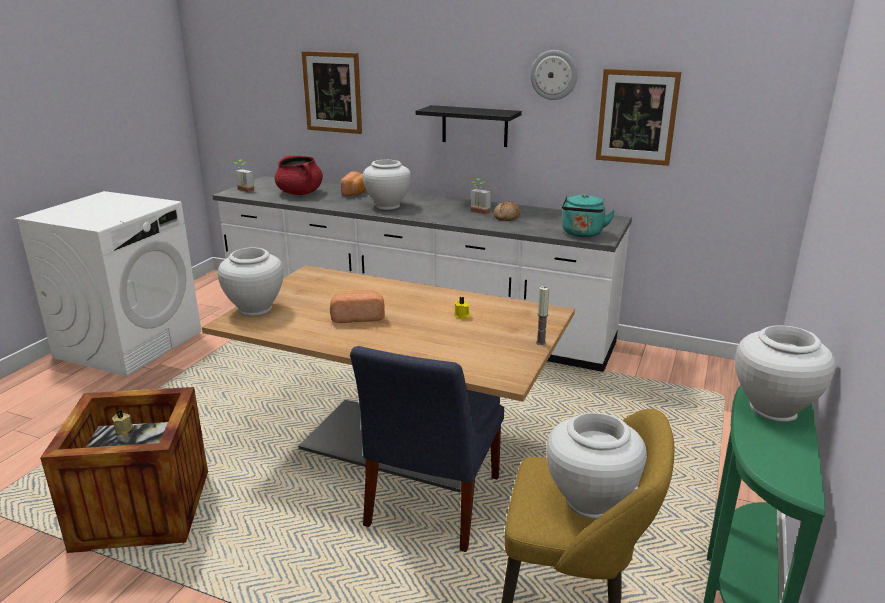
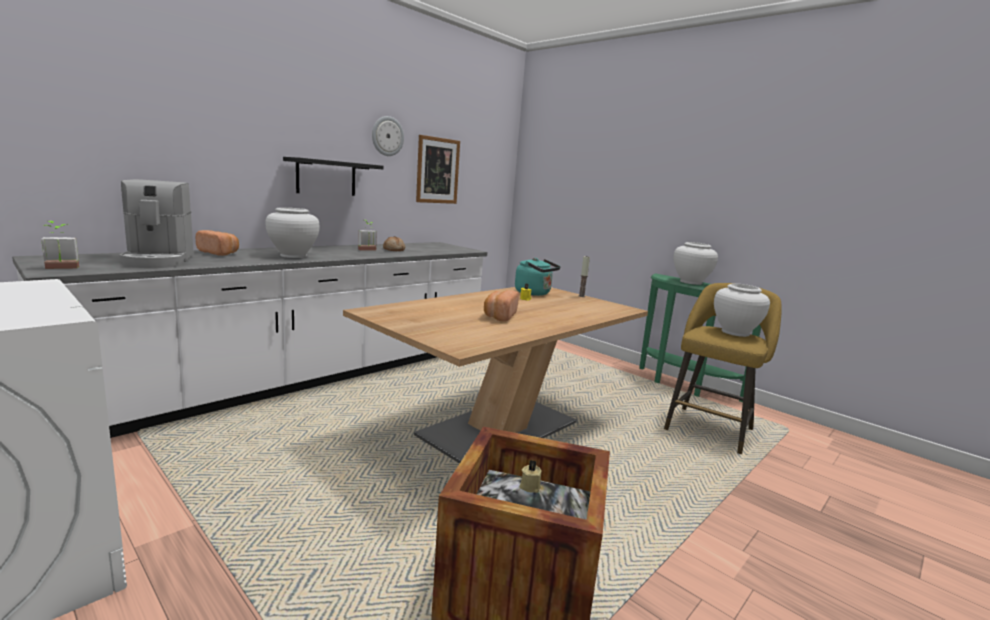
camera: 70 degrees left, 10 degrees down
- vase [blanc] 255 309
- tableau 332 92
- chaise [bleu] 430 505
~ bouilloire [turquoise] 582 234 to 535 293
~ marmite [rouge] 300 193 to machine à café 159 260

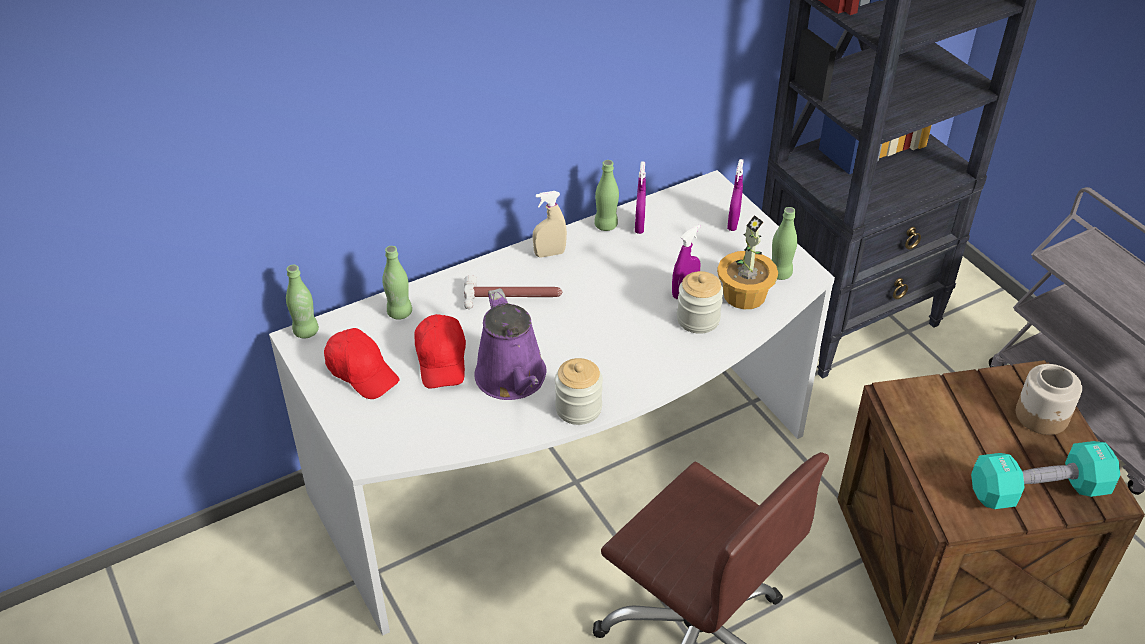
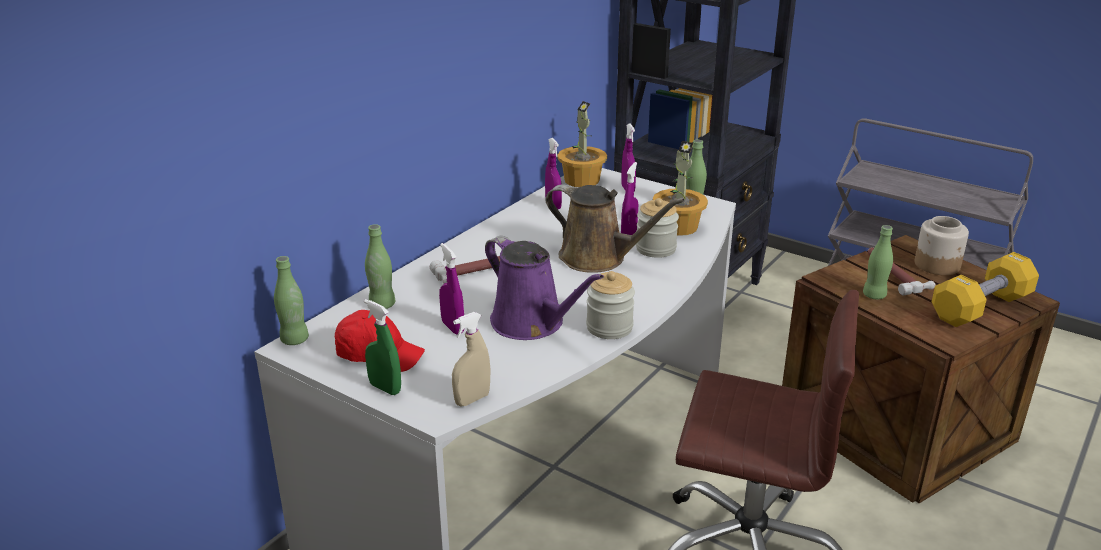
camera: 25 degrees left, 15 degrees down
+ vaporisateur [vert] 385 388
+ arrosoir [marron] 598 258
+ plante en pot 582 180
+ marteau 894 273
~ vaporisateur [beige] 549 253 to 472 399
~ bouteille [vert] 606 225 to 874 295
~ casquette [rouge] 442 360 to vaporisateur [violet] 452 327
~ haltère [turquoise] 1038 490 to haltère [jaune] 980 307

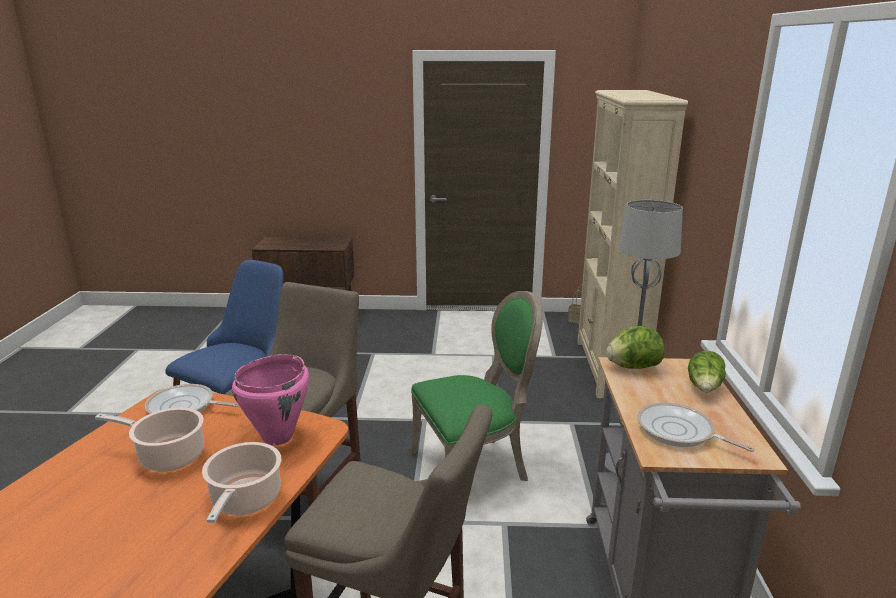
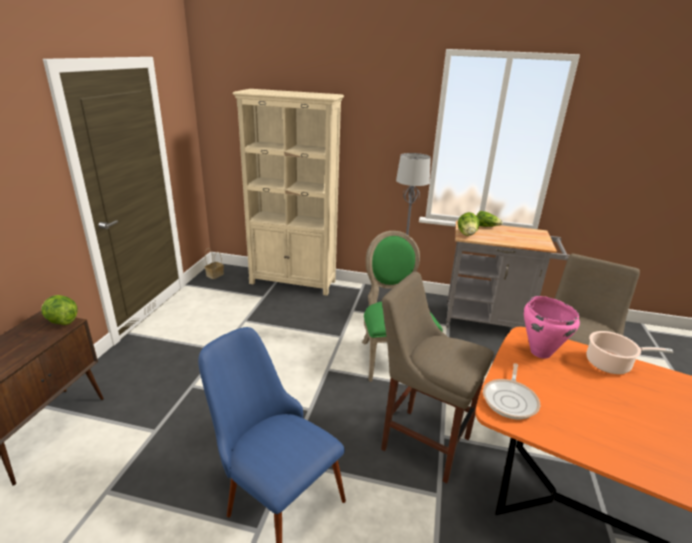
camera: 80 degrees left, 5 degrees up
- marmite 168 456
- poêle 679 432
+ laitue 61 321

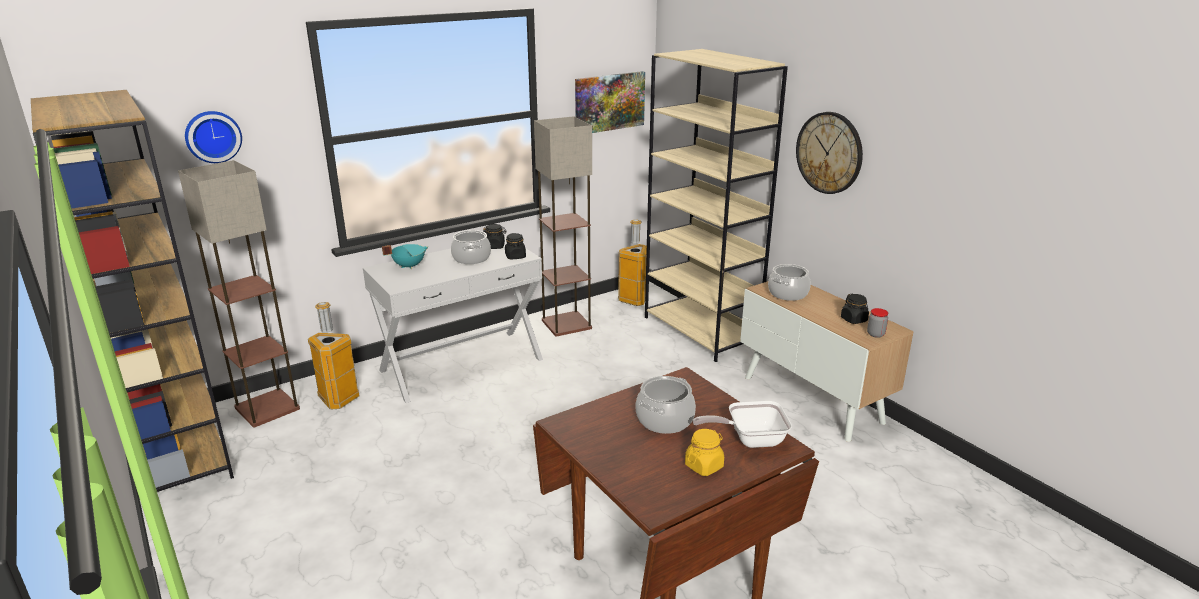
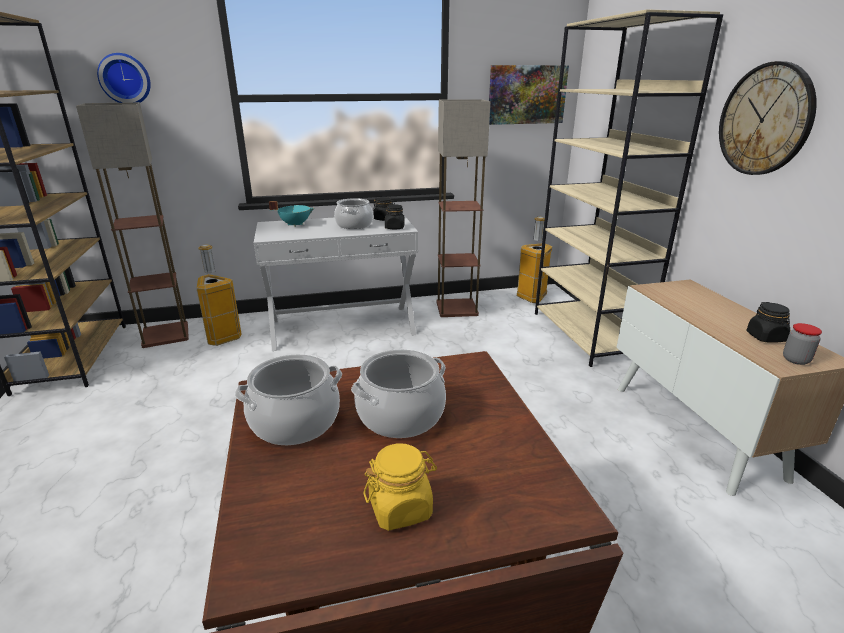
camera: 20 degrees right, 0 degrees up
- poêle 749 439
~ marmite 788 294 to 295 422

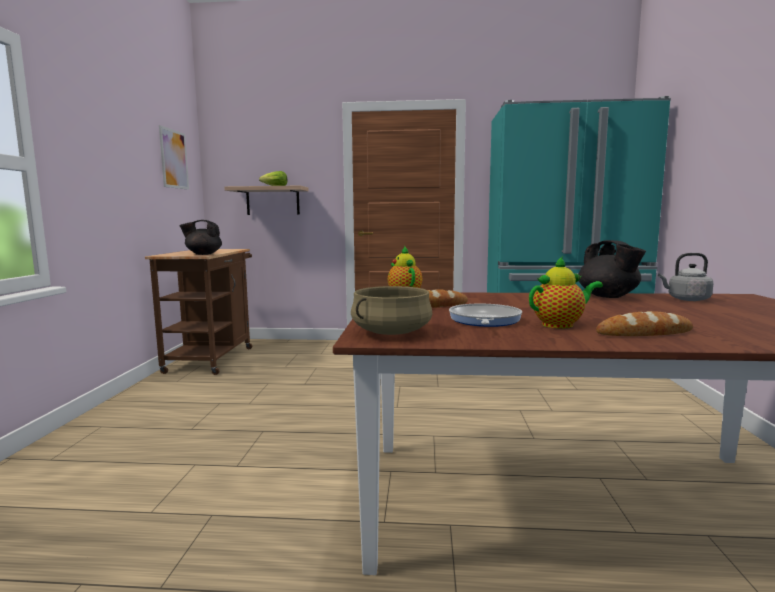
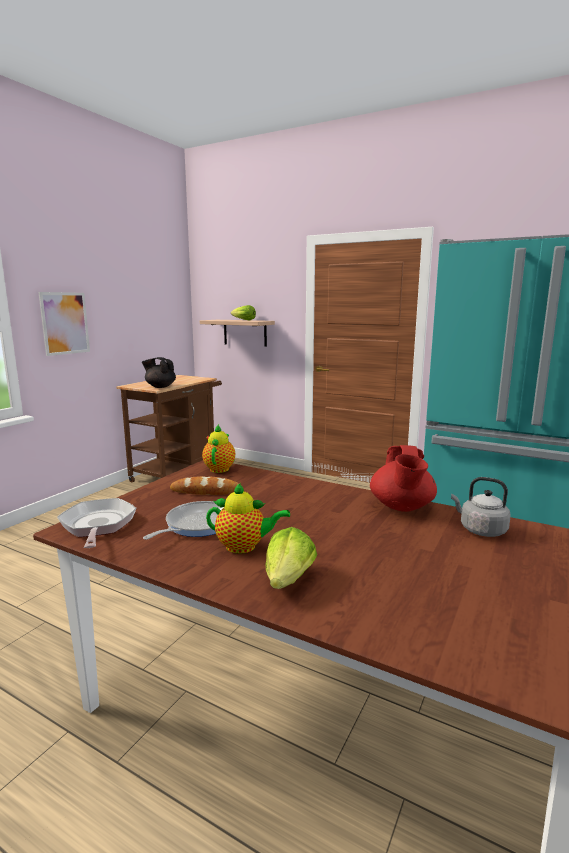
camera: 25 degrees right, 5 degrees up
~ tableau 174 159 to 65 323
~ marmite [beige] 392 333 to poêle 98 526
~ pain 644 333 to laitue 289 579
~ théière [noir] 608 296 to théière [rouge] 401 507

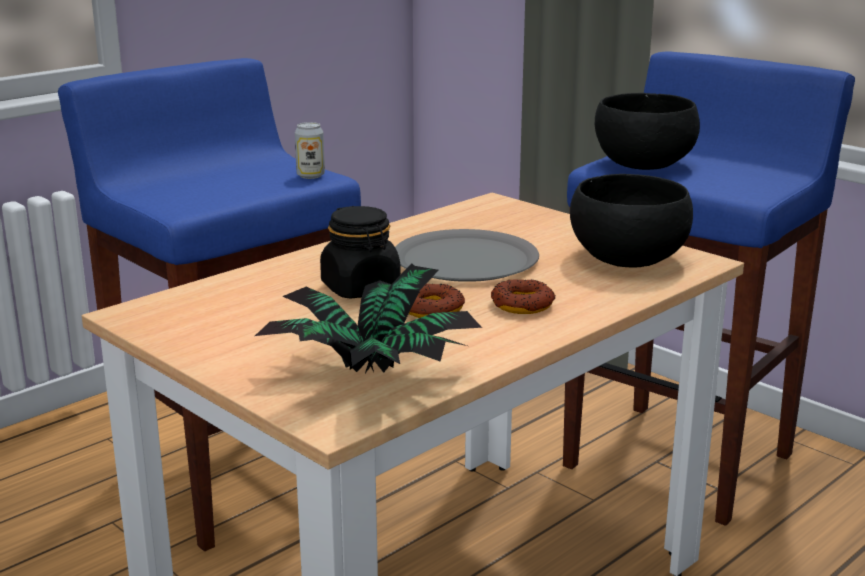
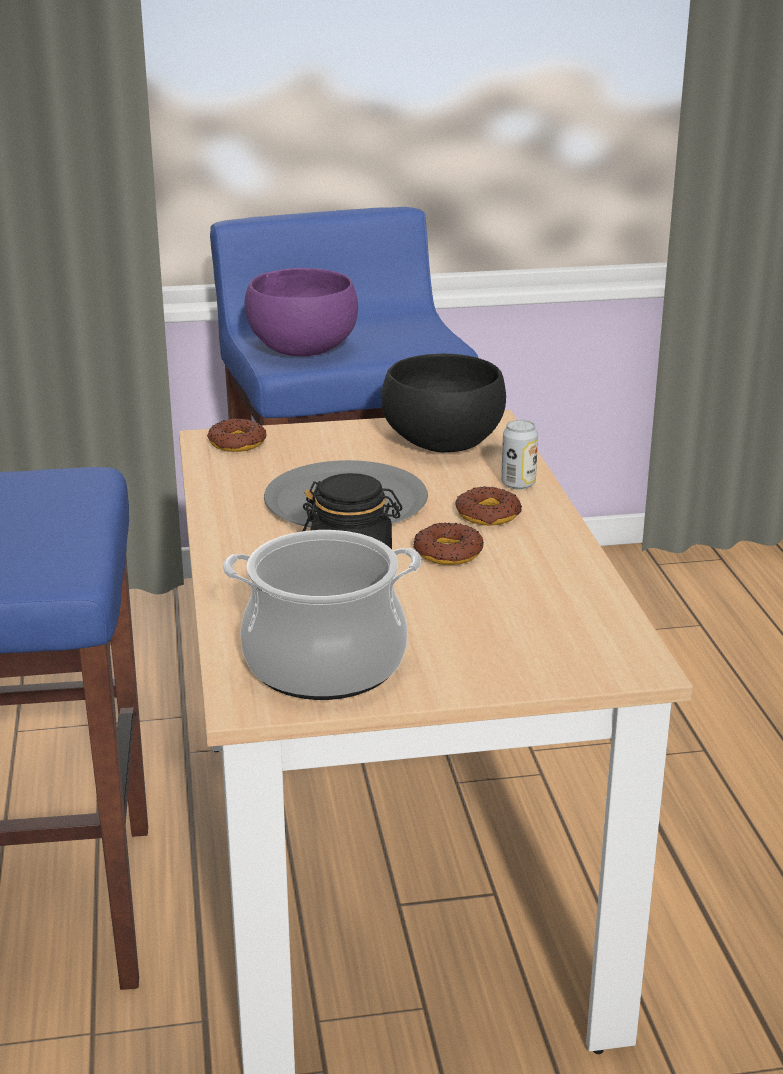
camera: 55 degrees left, 5 degrees up
- plante en pot 370 376
+ beignet 237 443
+ marmite 325 663
~ boîte métallique 310 176 to 518 484
~ bol [noir] 644 163 to bol [violet] 303 348

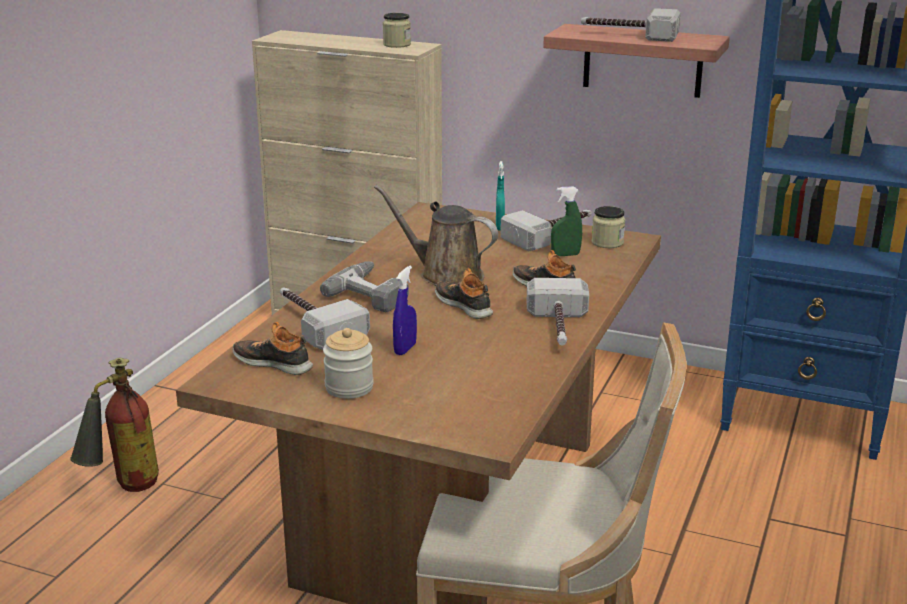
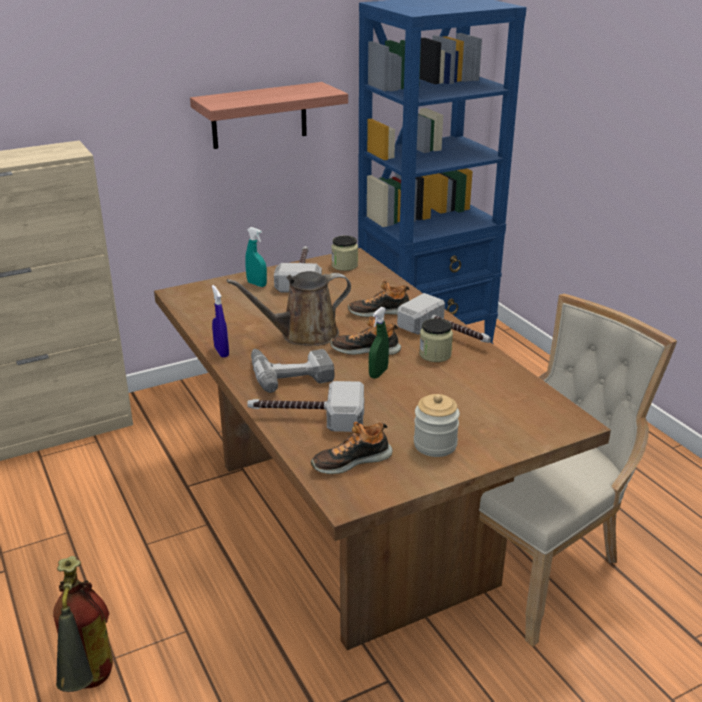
camera: 50 degrees left, 5 degrees up
- marteau 628 35
~ bocal 397 45 to 435 354
~ vaporisateur [bleu] 405 349 to 221 352
~ vaporisateur [vert] 565 255 to 378 373

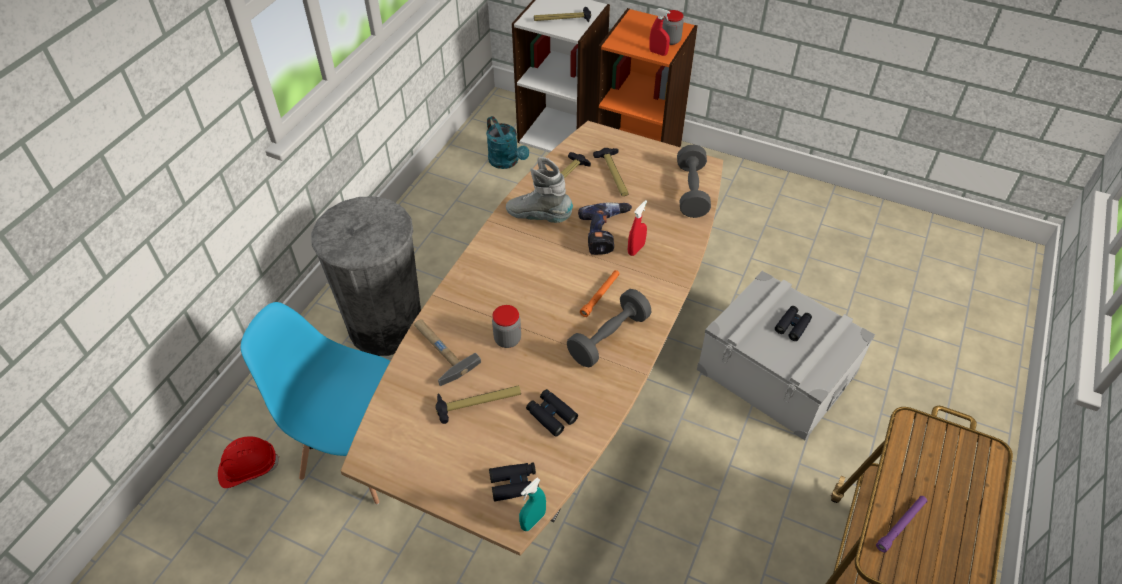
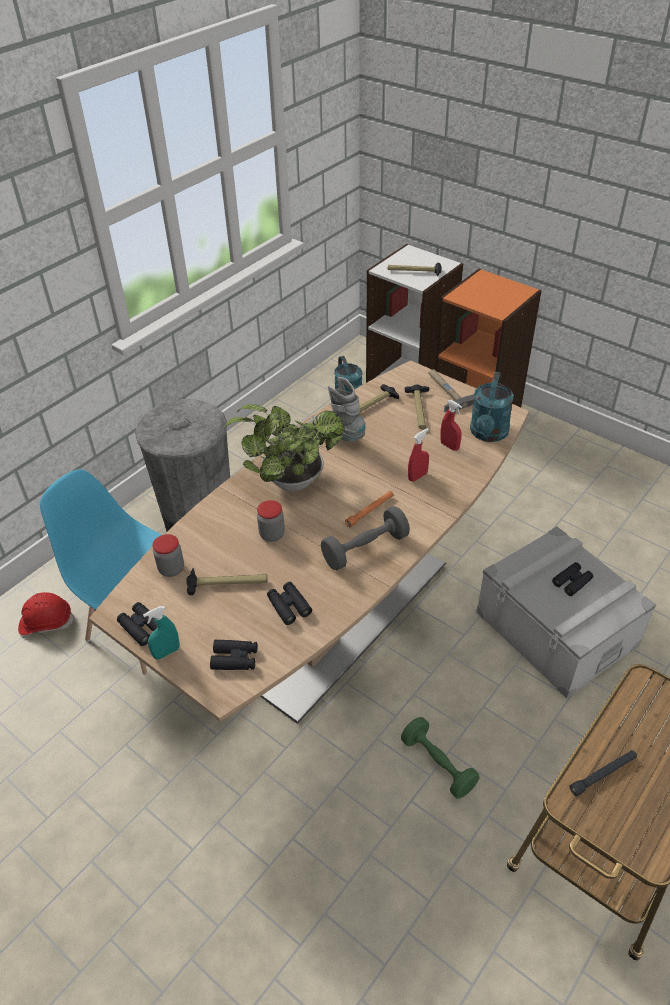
camera: 15 degrees right, 5 degrees down
- perceuse 607 233
+ jumelles [noir] 141 627
+ plante en pot 289 481
+ haltère [vert] 438 764
~ marteau 439 350 to 445 391
~ vaporisateur [turquoise] 533 520 to 166 652
~ vaporisateur [rouge] 658 53 to 449 446
~ bocal 671 40 to 171 569
~ haltère [gris] 691 191 to arrosoir [turquoise] 488 434
~ lampe de poche [violet] 901 525 to lampe de poche [noir] 603 774

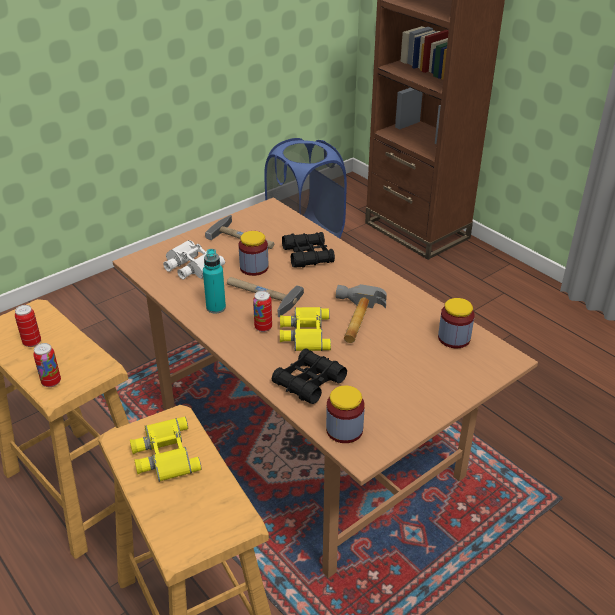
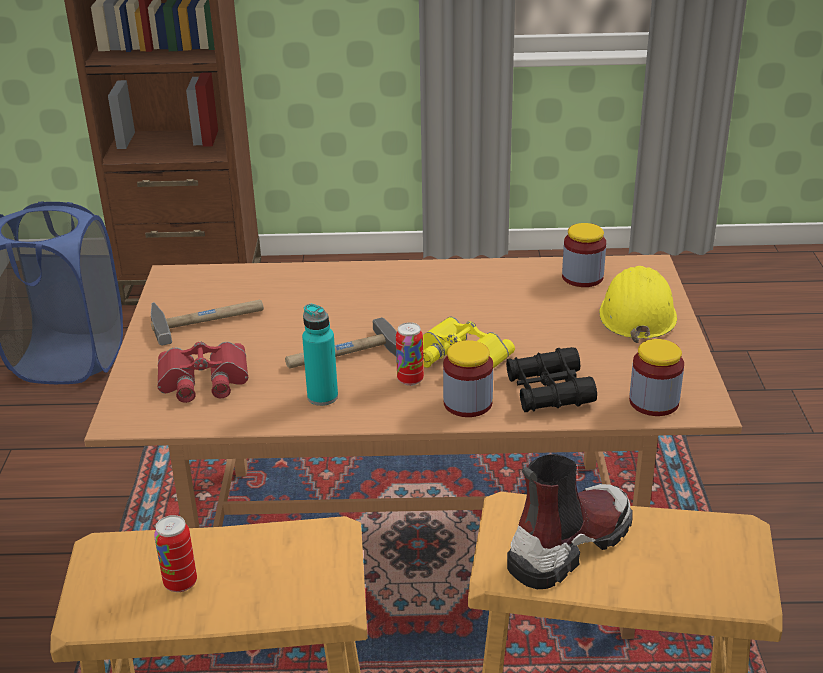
camera: 50 degrees left, 5 degrees down
- boîte métallique 51 382
- jumelles [noir] 308 255
- marteau 354 319
+ casque de chantier [jaune] 636 314
~ bocal 254 267 to 467 403
~ jumelles [jaune] 163 454 to botte 568 545
~ jumelles [blanc] 190 266 to jumelles [rouge] 203 380

